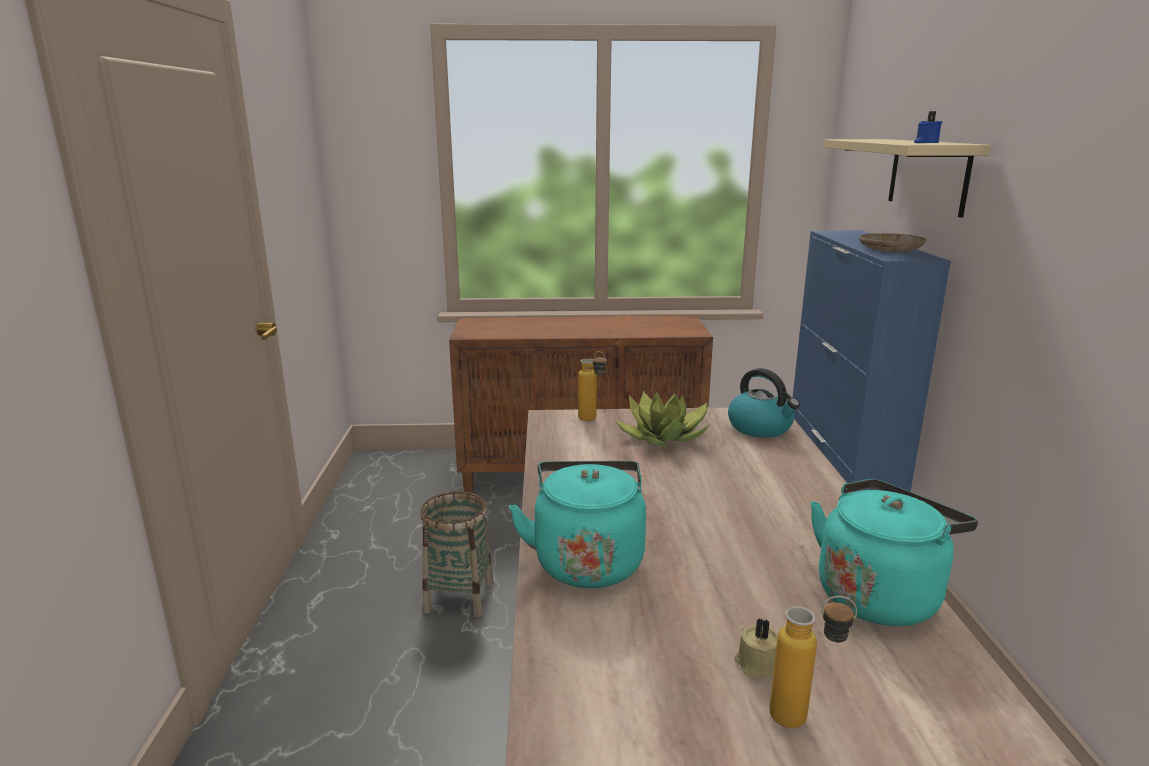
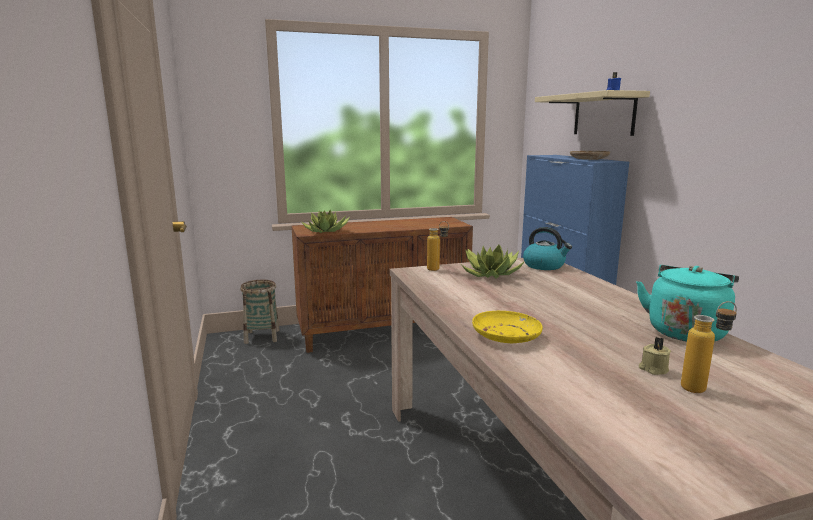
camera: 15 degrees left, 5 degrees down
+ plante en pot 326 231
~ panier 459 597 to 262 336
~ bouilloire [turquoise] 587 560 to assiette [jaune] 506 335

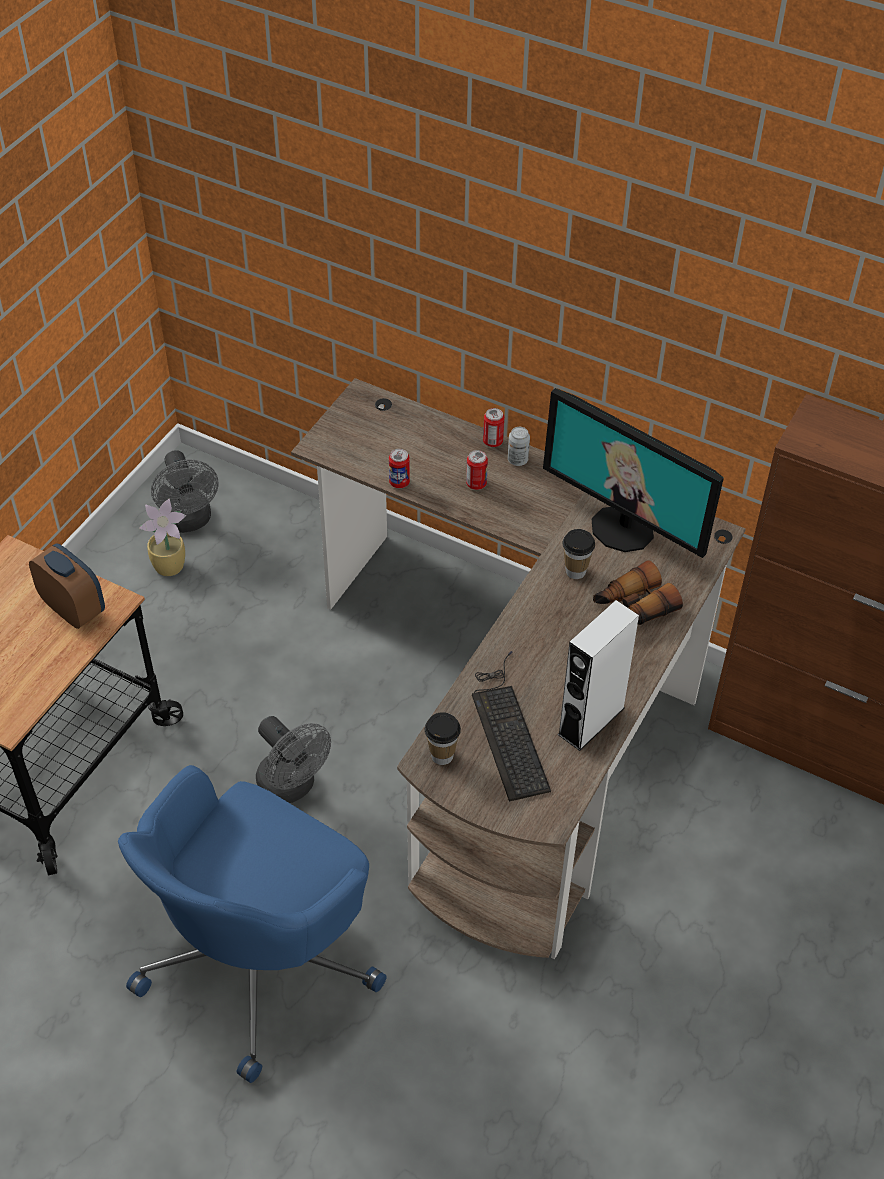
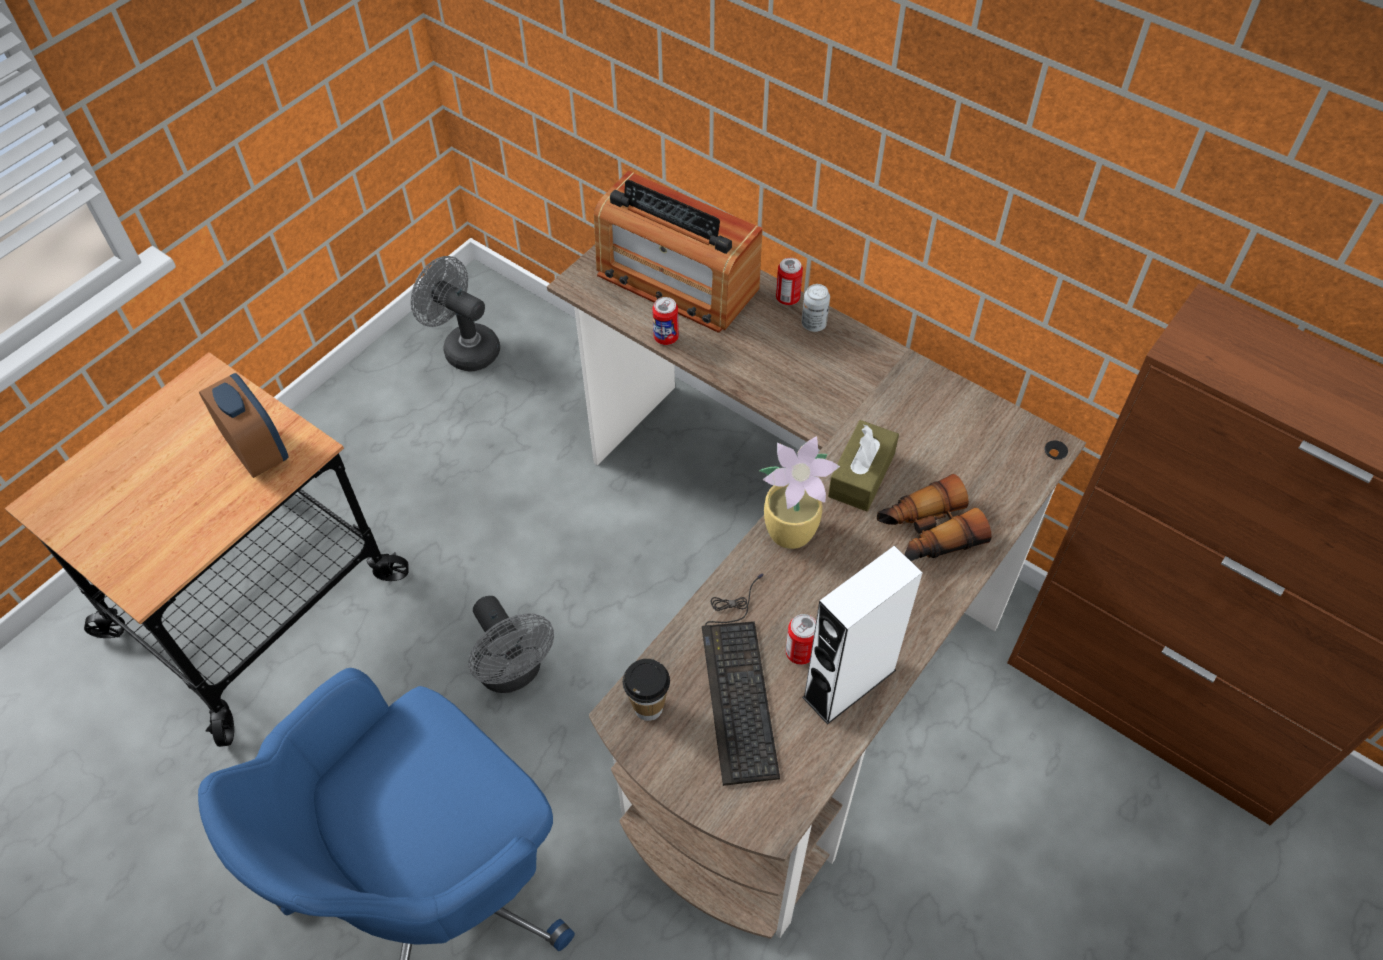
camera: 10 degrees right, 5 degrees up
- écran d'ordinateur 623 528
+ radio 676 281
~ plante en pot 171 566 to 793 532
~ boîte métallique 476 484 to 800 652
~ tasse 575 571 to boîte à mouchoirs [marron] 861 475
~ ventilateur [gris] 189 521 = 464 347 135 degrees clockwise

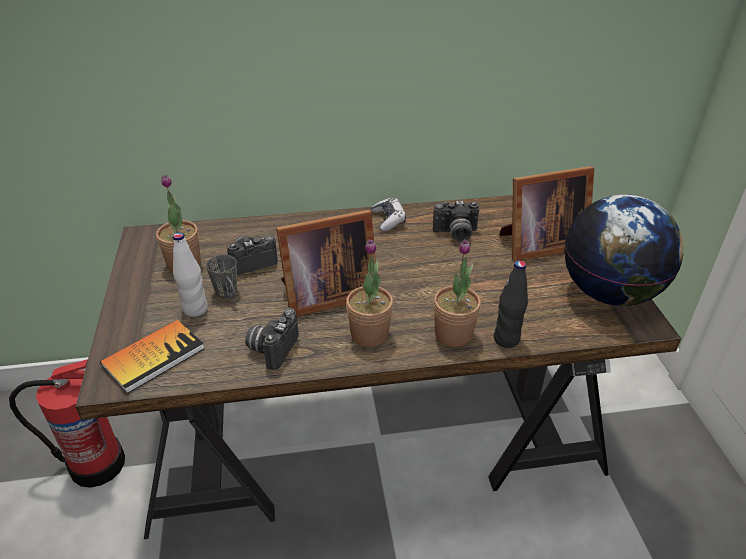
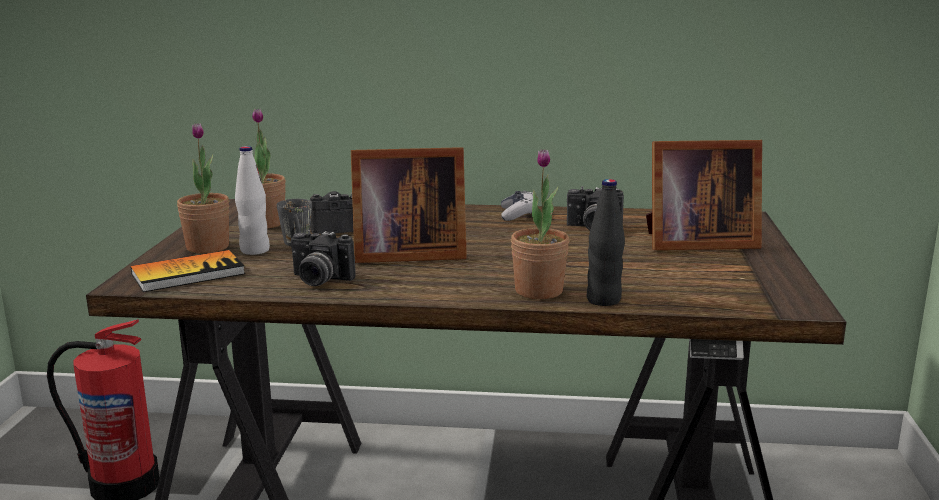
camera: 15 degrees right, 20 degrees down
- globe 610 293
~ plante en pot 369 334 to 207 247
~ appareil photo 272 348 = 318 280 105 degrees counterclockwise

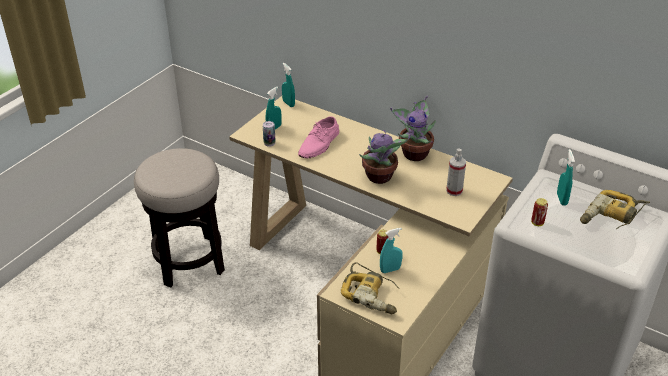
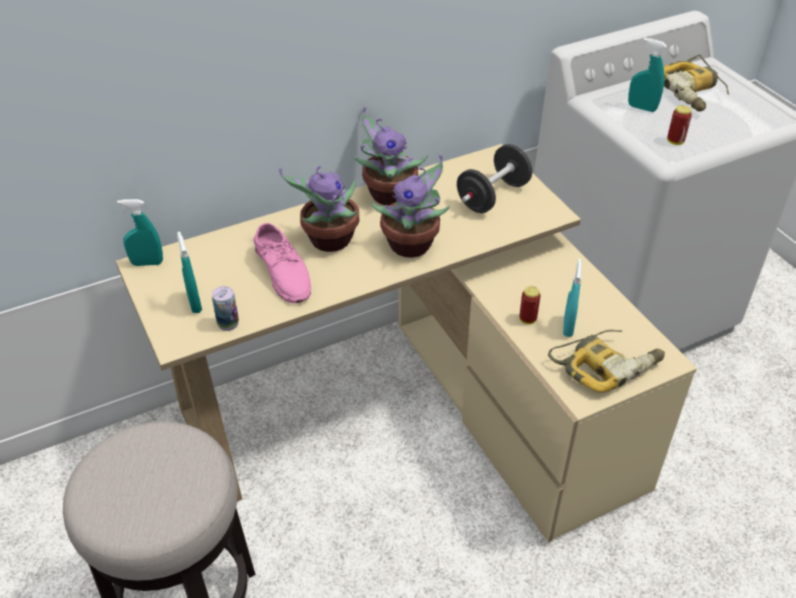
camera: 60 degrees left, 5 degrees up
+ plante en pot 329 241
~ vaporisateur 454 191 to haltère [noir] 493 196

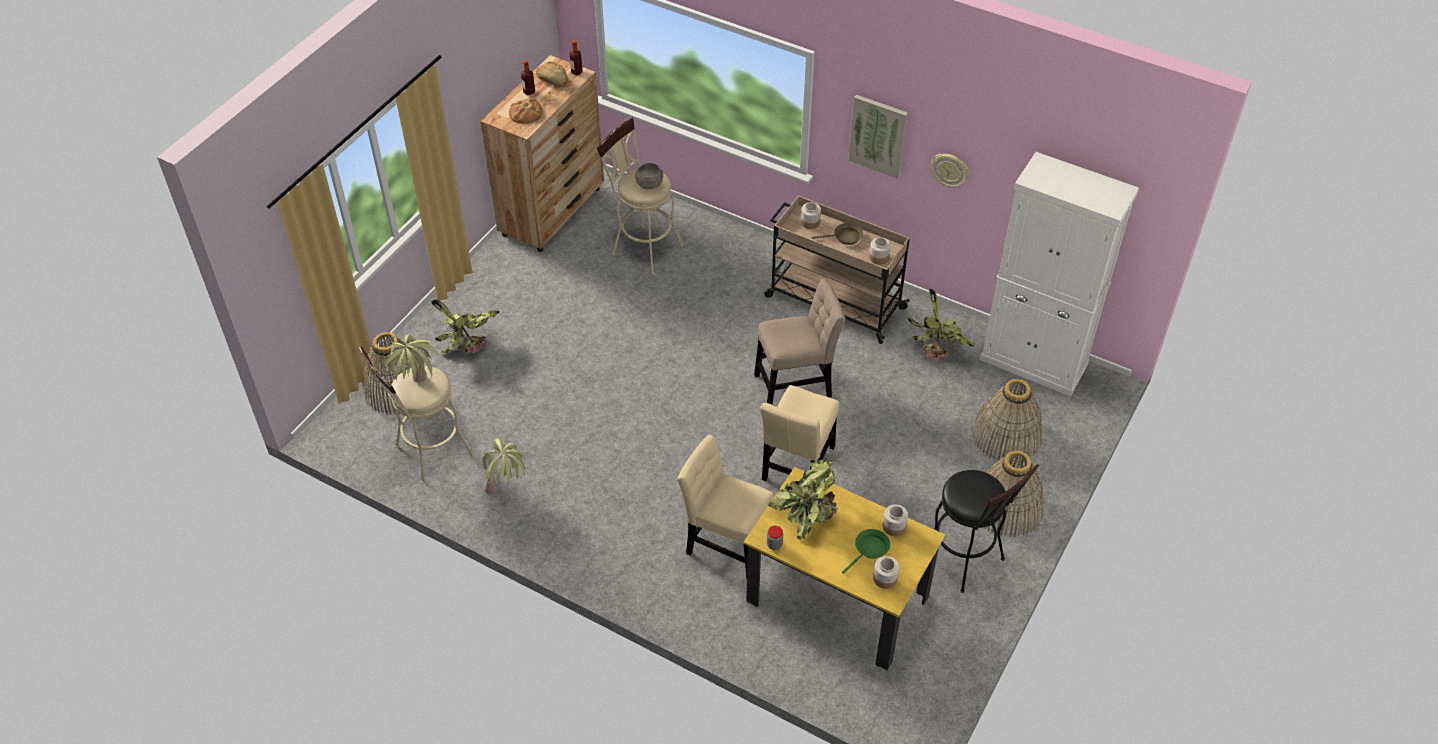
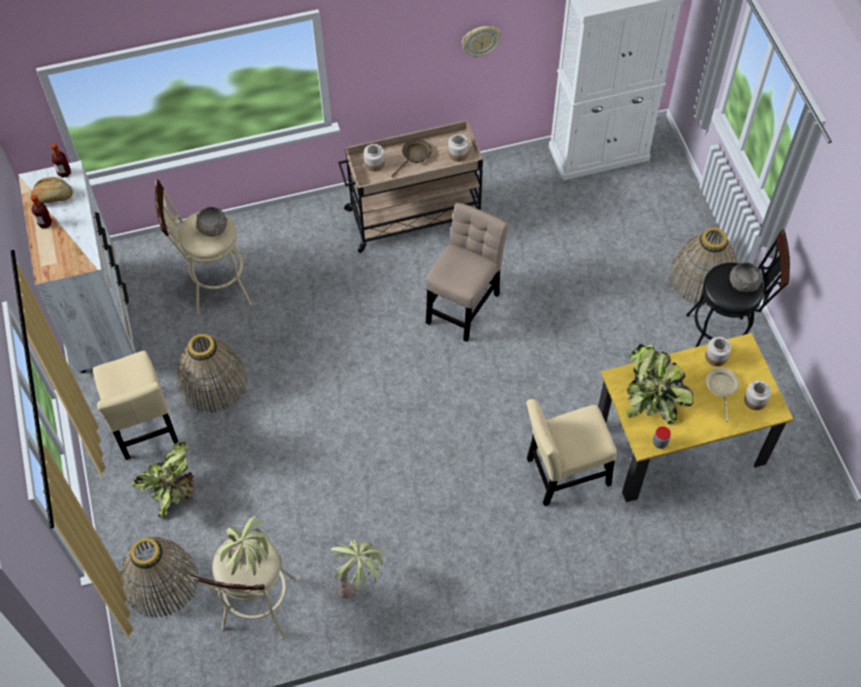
camera: 45 degrees left, 10 degrees up
- pain 526 113
- tableau 878 135
- plante en pot 939 350
+ bol [gris] 743 283
~ chaise [beige] 797 467 to 144 426
~ panier 1006 435 to 212 382
~ commode [marron] 553 211 to commode [blanc] 100 316
~ poêle [vert] 869 550 to poêle [beige] 721 388

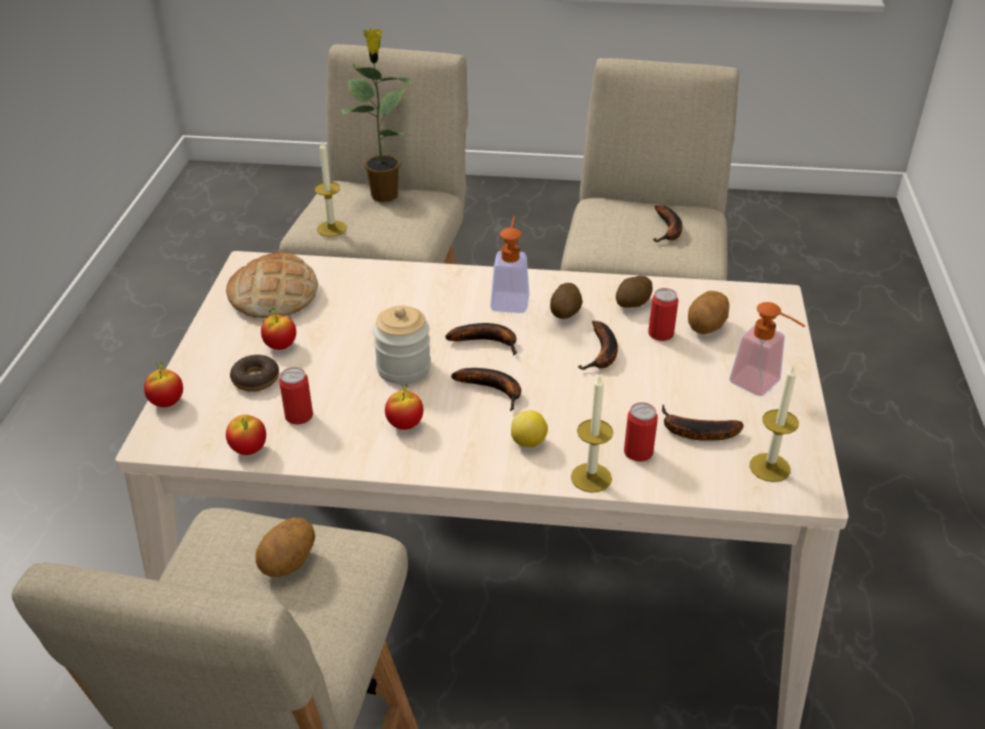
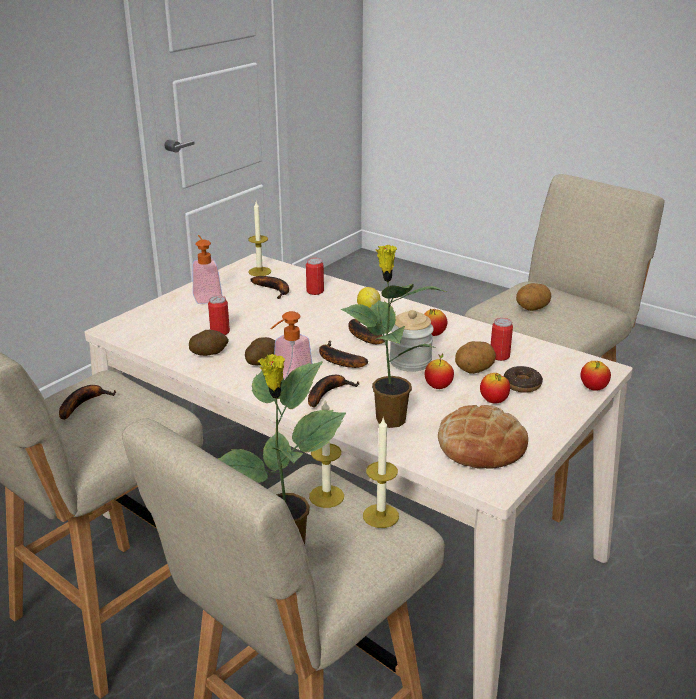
camera: 150 degrees left, 10 degrees down
+ plante en pot 389 418
~ pomme 249 450 to 438 387
~ bougie 591 477 to 326 496
~ banane 602 353 to 327 393
~ pomme de terre 706 327 to 473 370

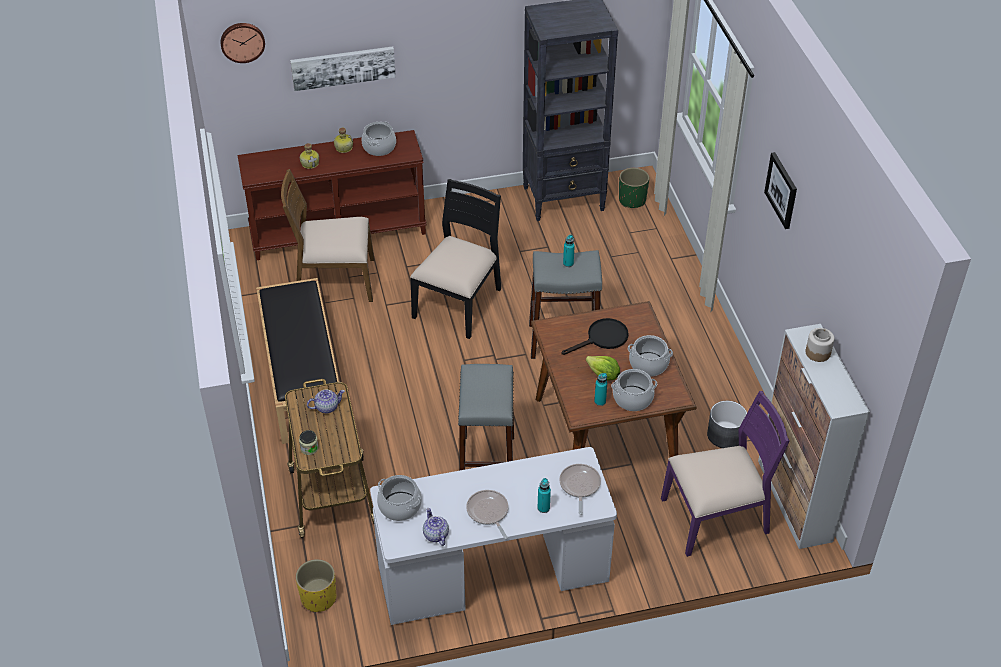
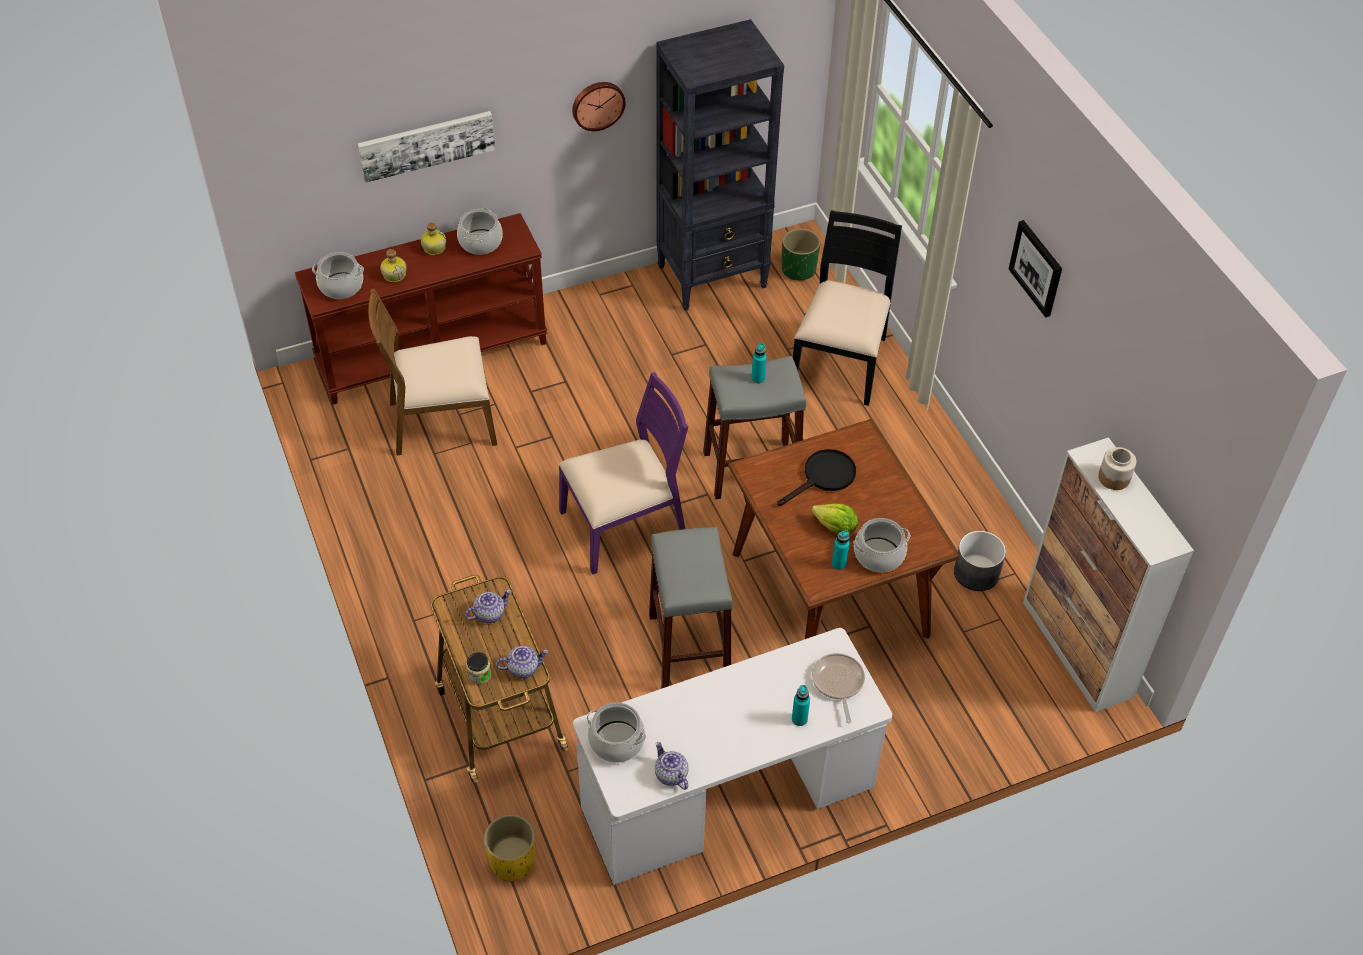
camera: 10 degrees left, 5 degrees up
- banc [noir] 302 375
- poêle 488 512
+ théière 523 668
~ horloge murale 242 41 to 597 104
~ chaise [noir] 459 303 to 841 362
~ marmite 648 364 to 341 286
~ chaise [violet] 716 517 to 624 525

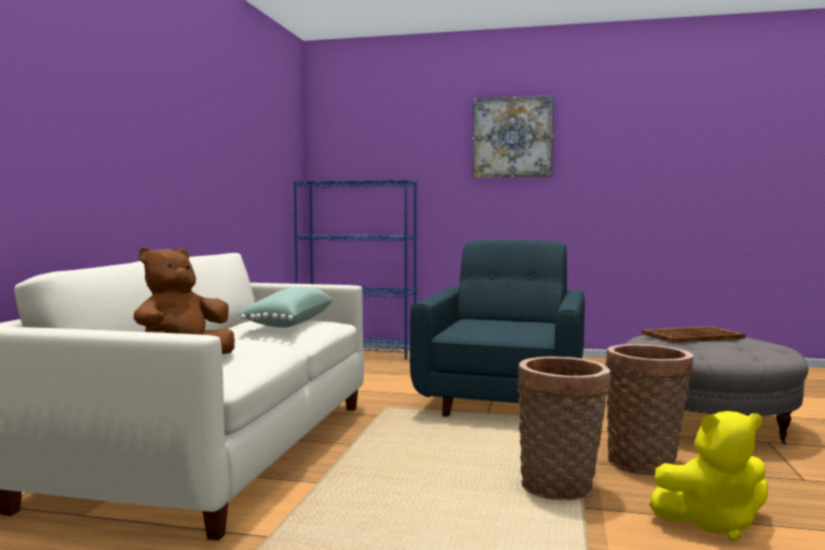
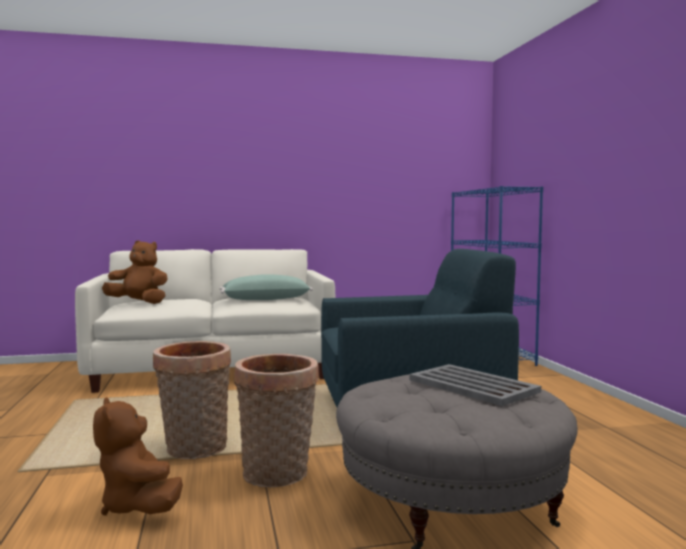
camera: 65 degrees right, 0 degrees up
- tableau 512 137
~ plateau [marron] 691 336 to plateau [gris] 471 385
~ peluche [jaune] 712 523 to peluche [marron] 138 506

